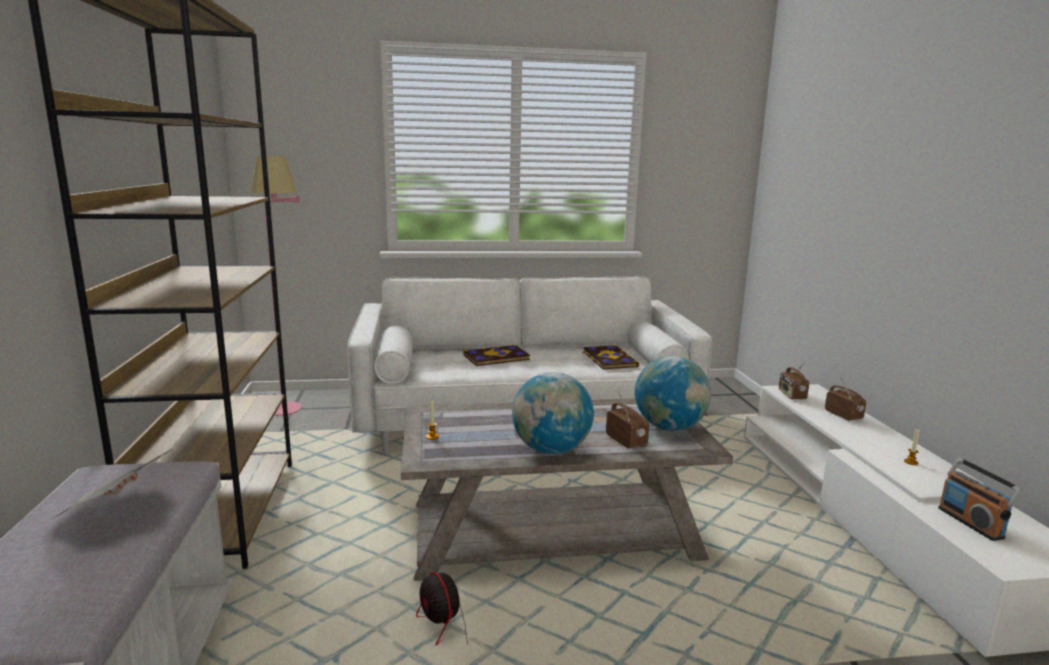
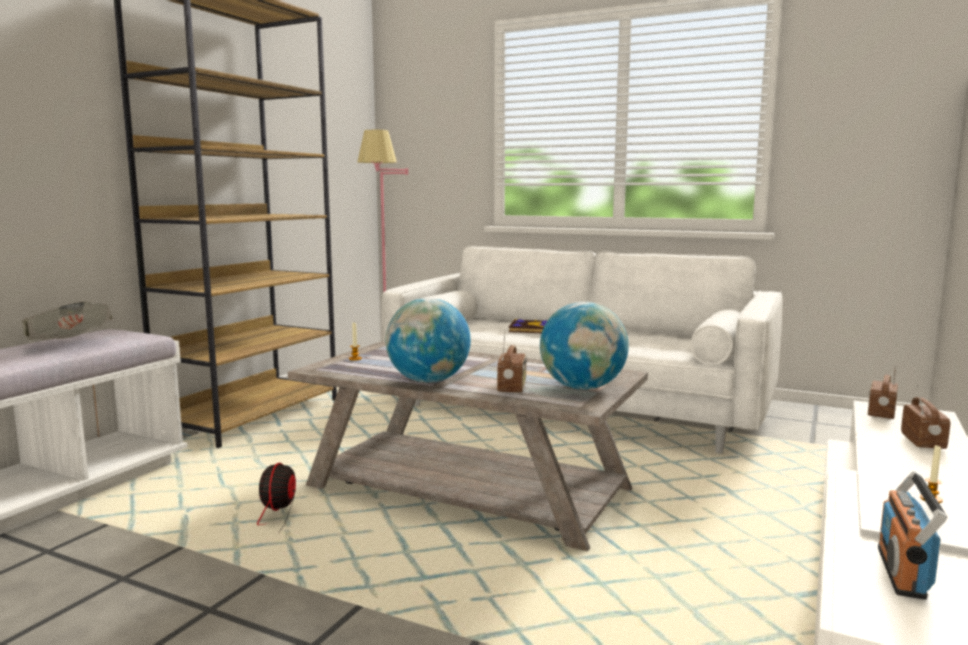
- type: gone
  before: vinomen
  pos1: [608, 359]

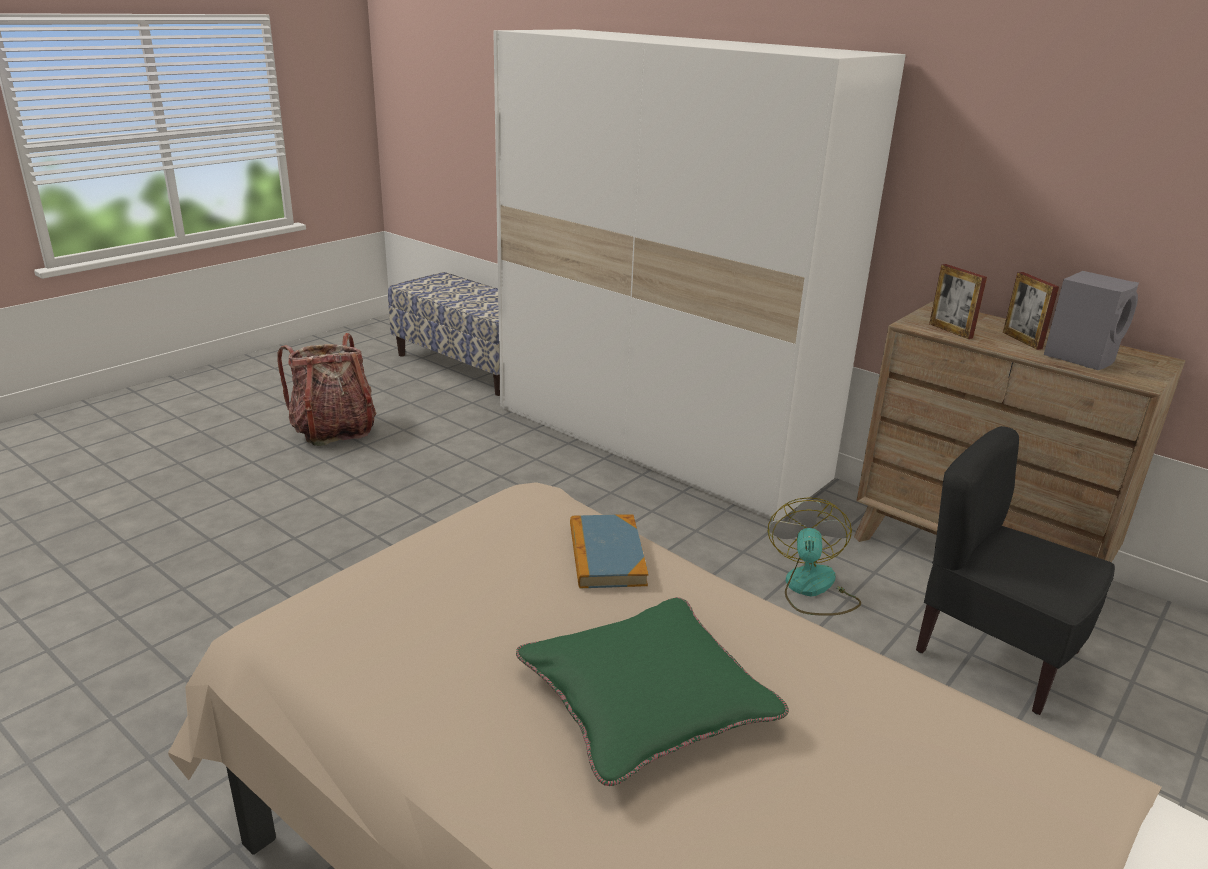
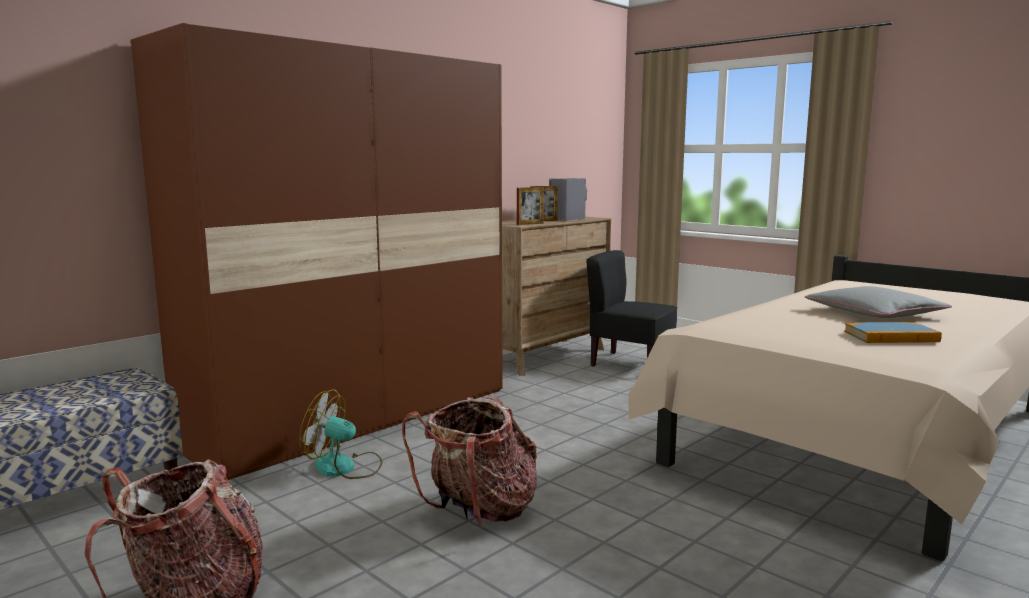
- type: repainted
  before: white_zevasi
  after: brown_zevasi
  pos1: [657, 442]
  pos2: [355, 417]
- type: shifted
  before: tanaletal
  pos1: [811, 589]
  pos2: [344, 467]
- type: new
  after: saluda
  pos2: [479, 511]
- type: rotated
  before: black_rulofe
  pos1: [995, 653]
  pos2: [631, 364]
  turn: 75
- type: repainted
  before: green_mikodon
  after: grey_mikodon
  pos1: [646, 699]
  pos2: [874, 313]
- type: shifted
  before: vinomen
  pos1: [606, 555]
  pos2: [891, 337]

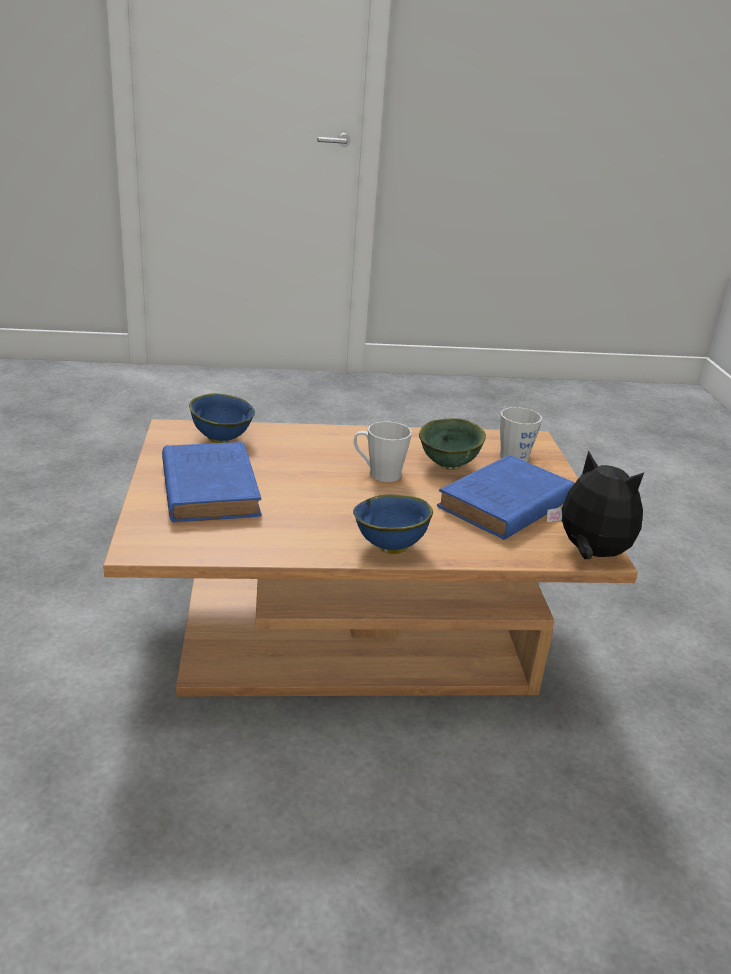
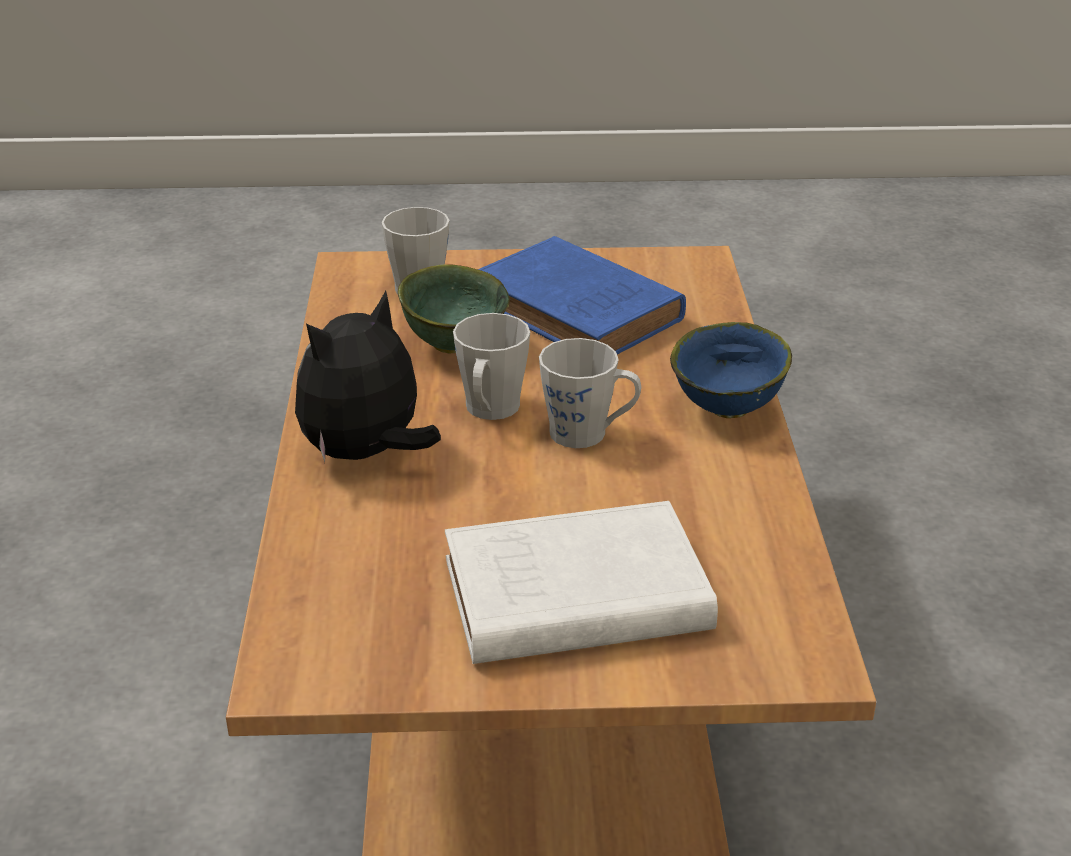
- type: shifted
  before: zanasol
  pos1: [590, 553]
  pos2: [366, 454]
- type: repainted
  before: blue_vinomen
  after: white_vinomen
  pos1: [209, 487]
  pos2: [568, 596]
- type: new
  after: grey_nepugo
  pos2: [589, 434]
- type: gone
  before: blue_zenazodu
  pos1: [222, 439]

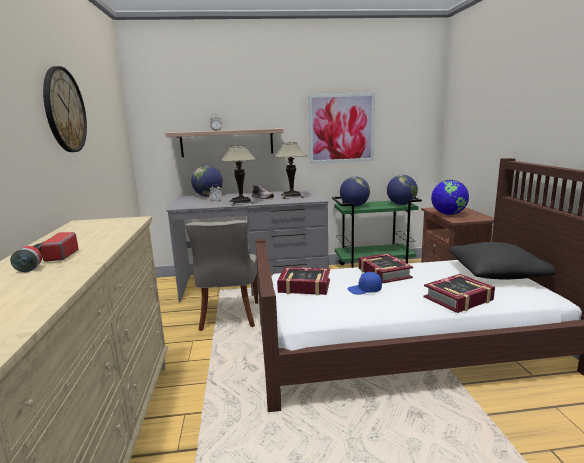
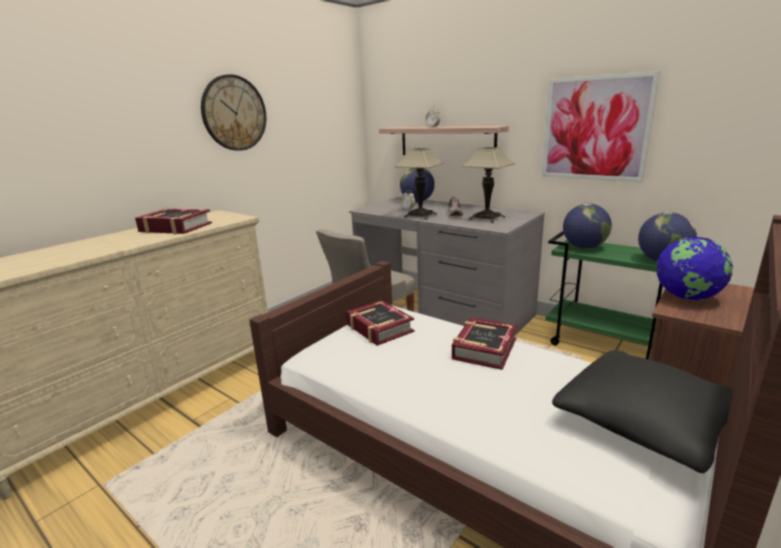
- type: shifted
  before: vinomen
  pos1: [458, 299]
  pos2: [175, 228]
- type: gone
  before: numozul
  pos1: [48, 261]
- type: gone
  before: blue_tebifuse
  pos1: [364, 290]

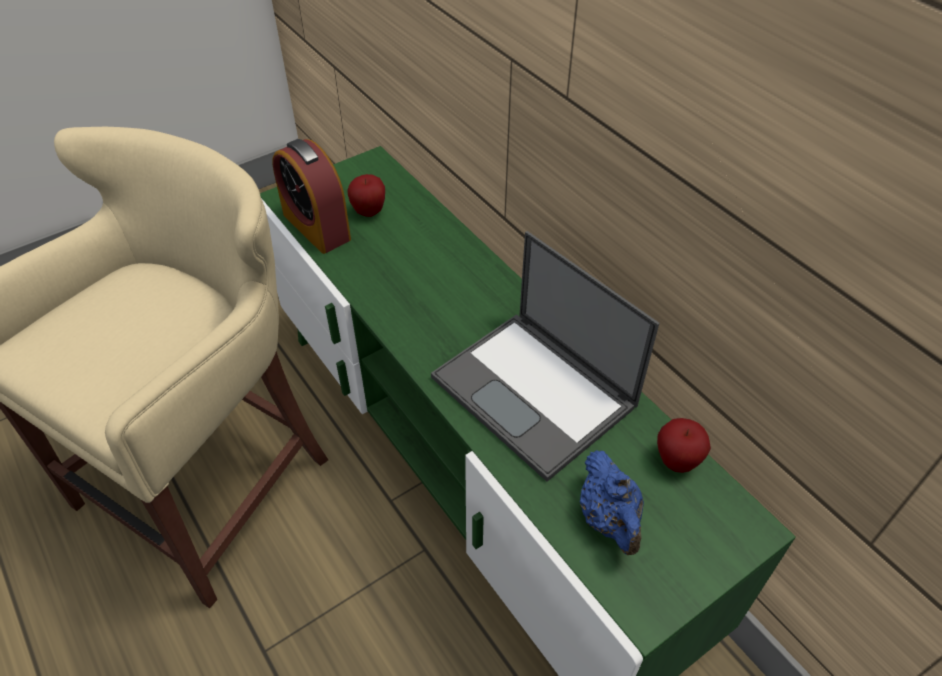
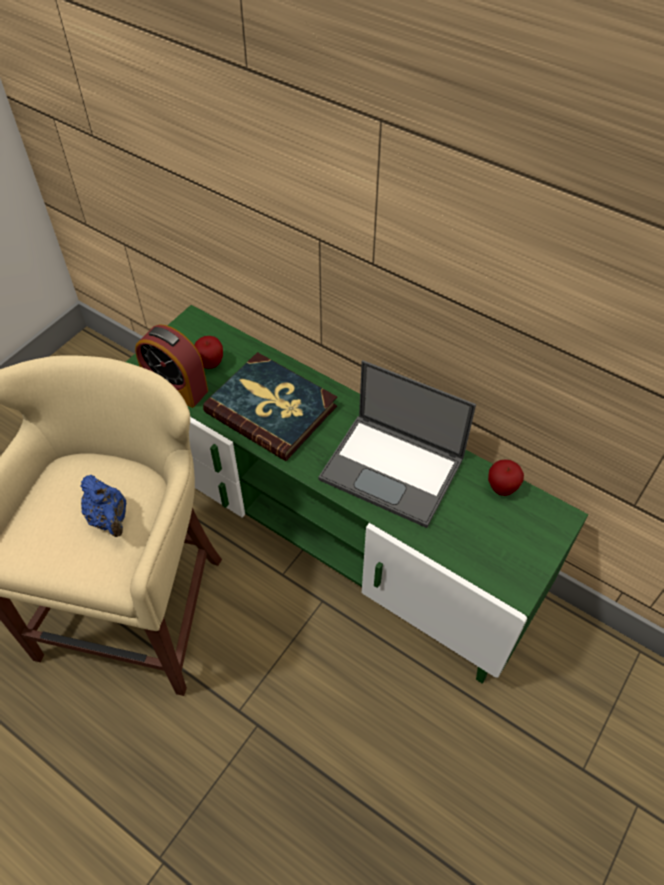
- type: shifted
  before: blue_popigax
  pos1: [609, 520]
  pos2: [109, 518]
- type: new
  after: vinomen
  pos2: [271, 409]

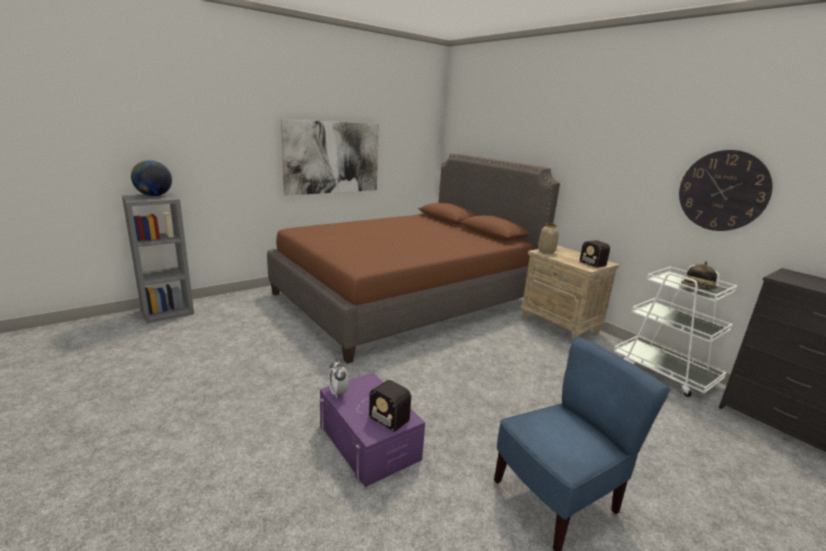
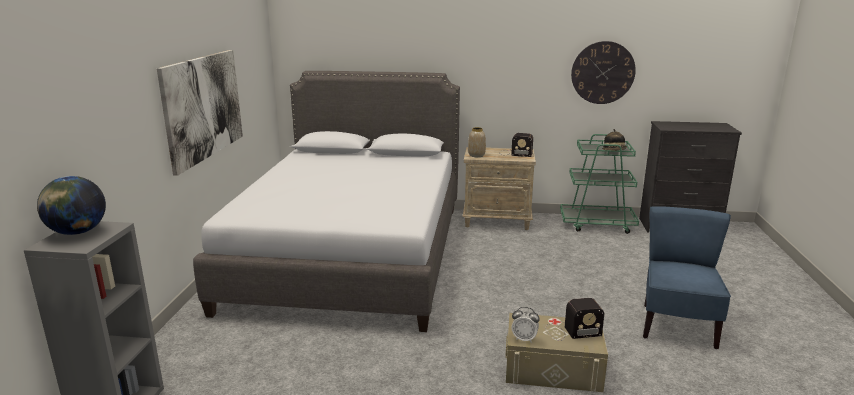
- type: repainted
  before: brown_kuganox
  after: grey_kuganox
  pos1: [405, 299]
  pos2: [352, 254]
- type: repainted
  before: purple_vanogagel
  after: beige_vanogagel
  pos1: [369, 441]
  pos2: [552, 368]
- type: repainted
  before: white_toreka
  after: green_toreka
  pos1: [664, 372]
  pos2: [597, 224]

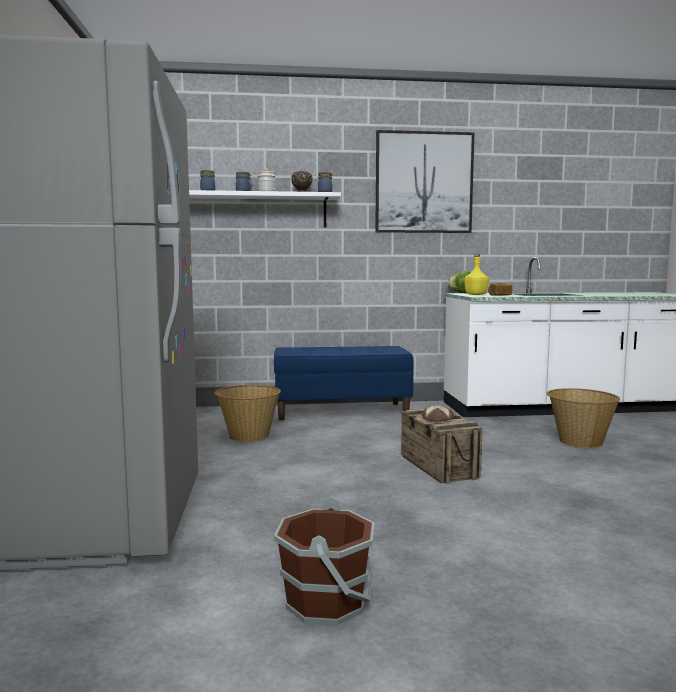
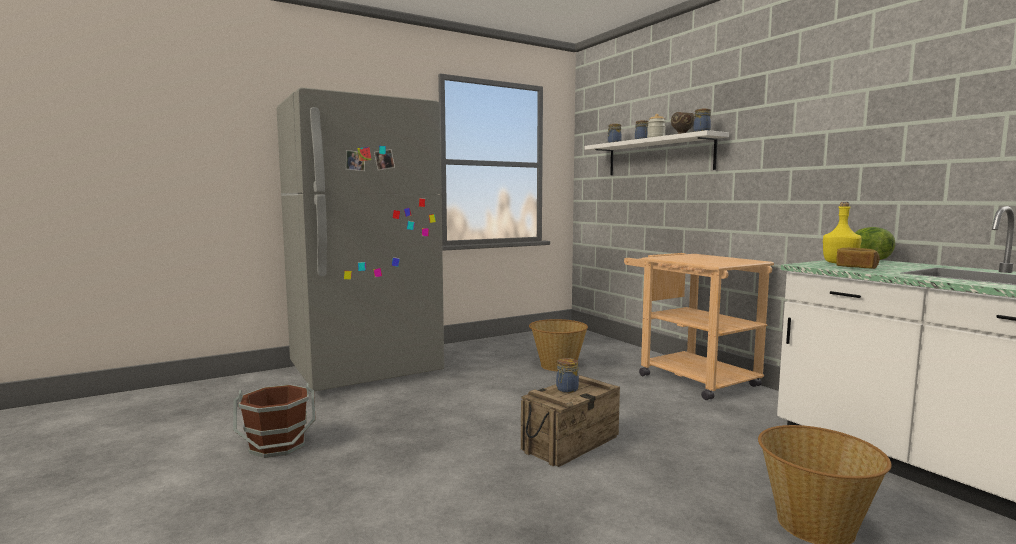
- type: swapped
  before: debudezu
  after: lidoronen
  pos1: [438, 419]
  pos2: [566, 389]
- type: swapped
  before: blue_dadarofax
  after: beige_toreka
  pos1: [342, 411]
  pos2: [689, 378]
- type: gone
  before: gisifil
  pos1: [424, 183]

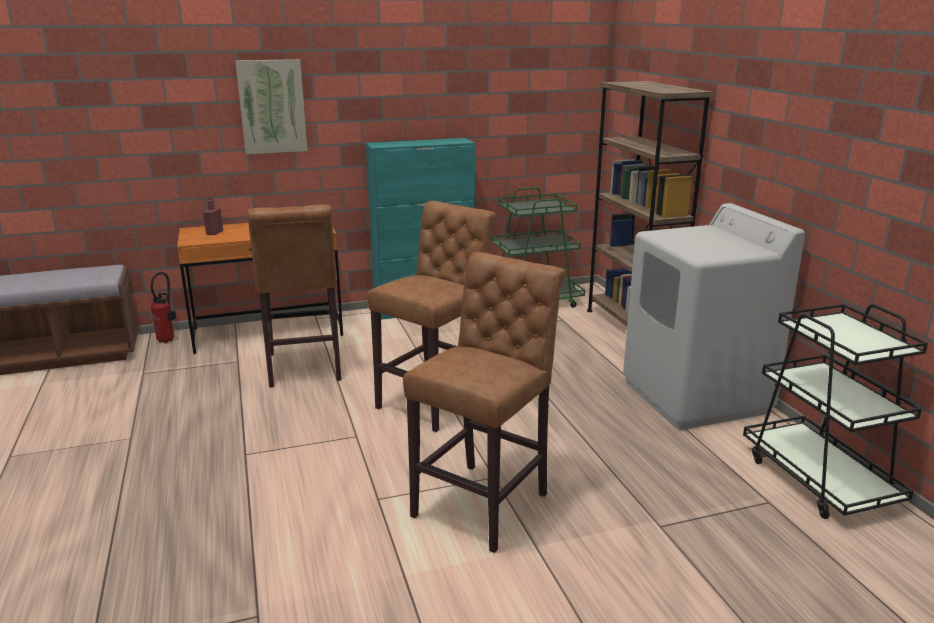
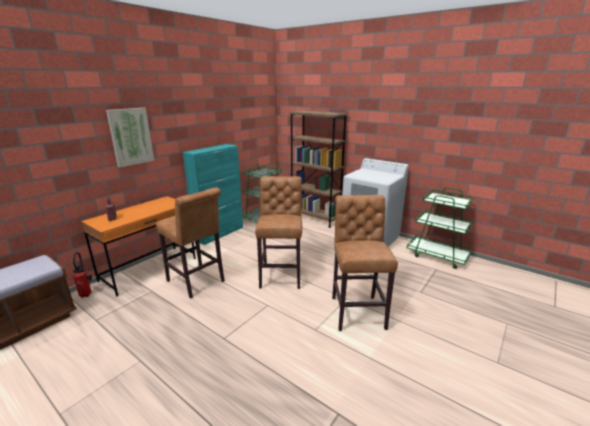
- type: repainted
  before: black_toreka
  after: green_toreka
  pos1: [818, 479]
  pos2: [437, 255]

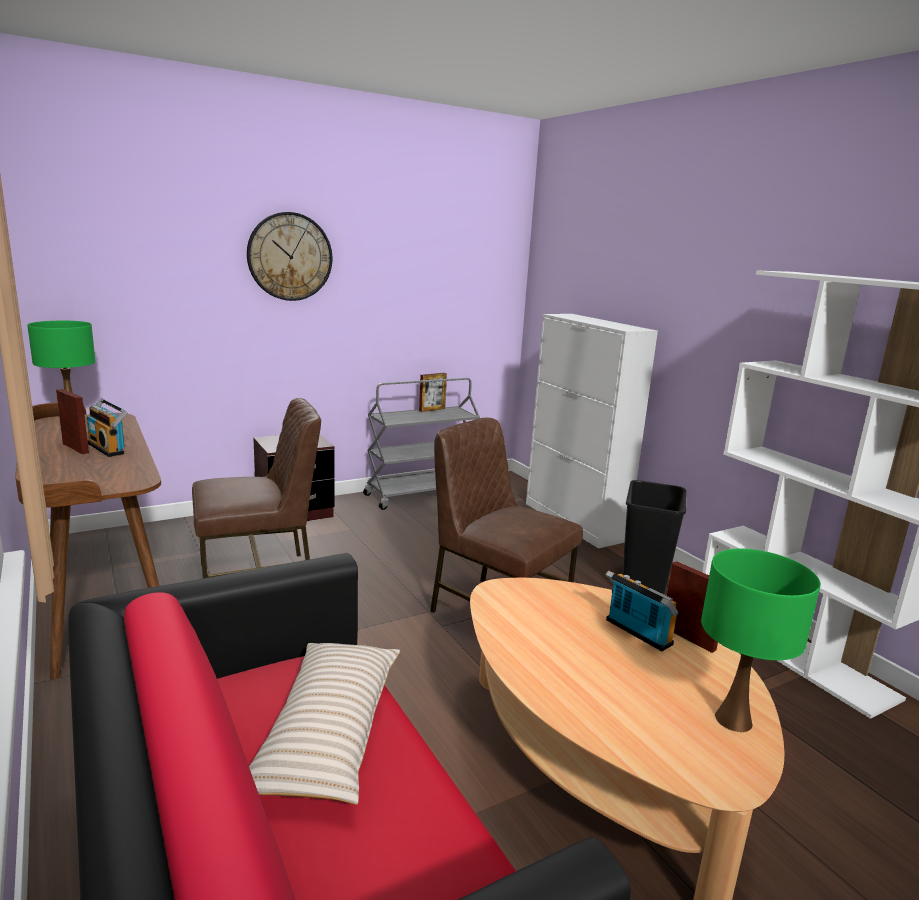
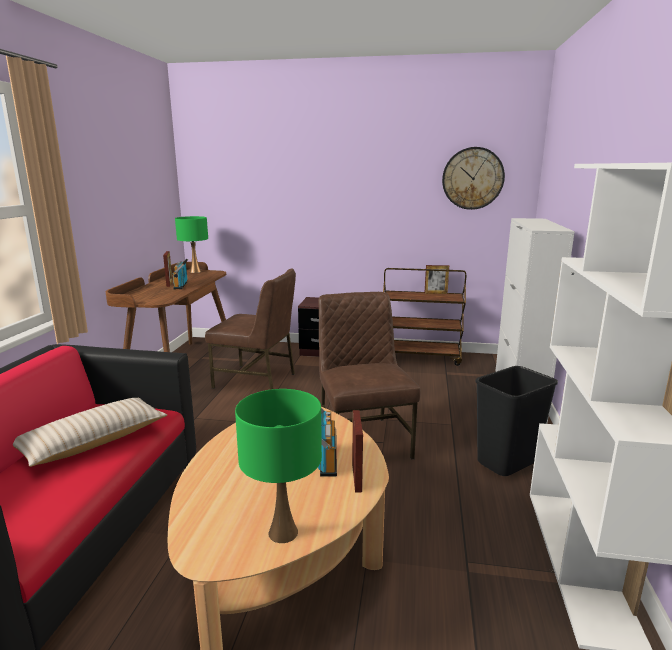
- type: repainted
  before: grey_toreka
  after: brown_toreka
  pos1: [420, 494]
  pos2: [420, 357]
- type: shifted
  before: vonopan
  pos1: [290, 257]
  pos2: [472, 178]

